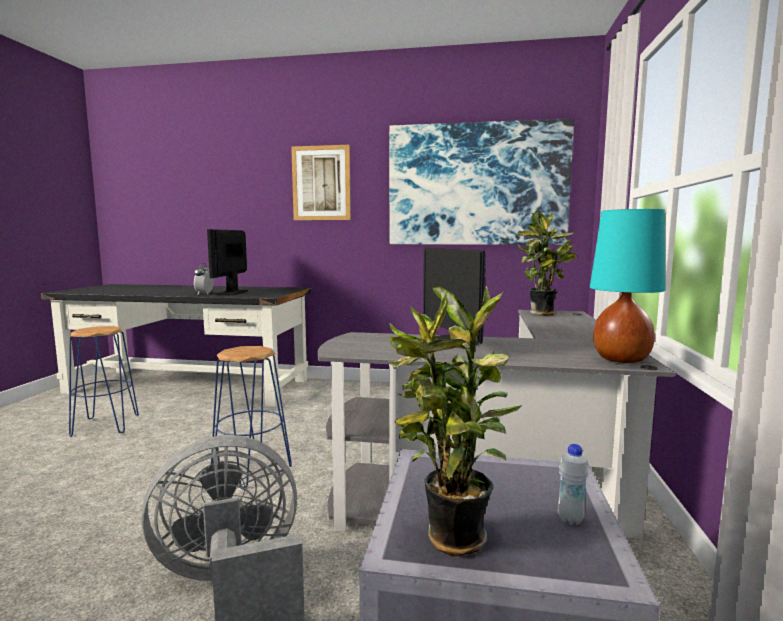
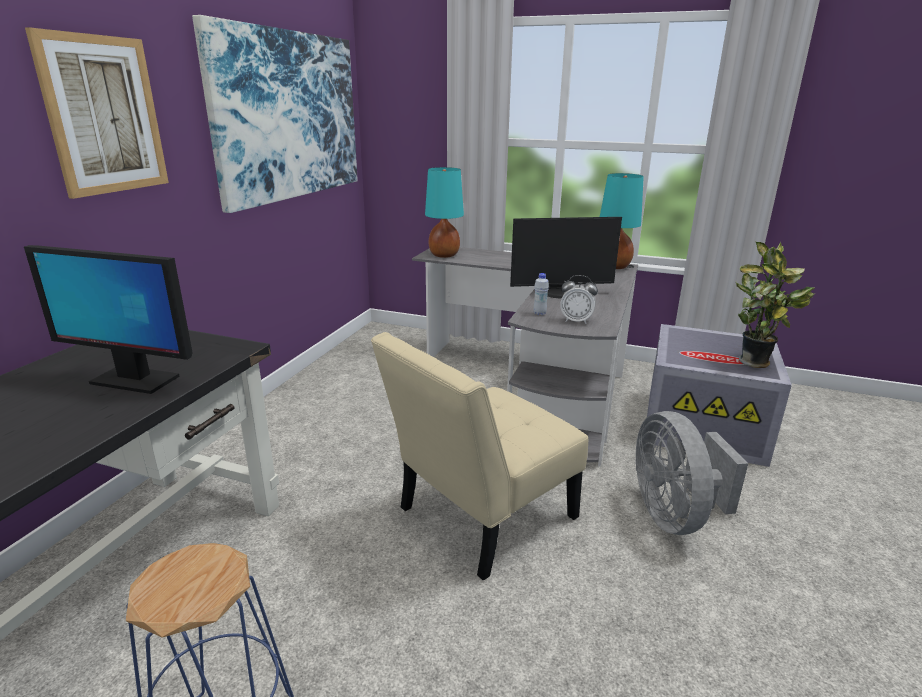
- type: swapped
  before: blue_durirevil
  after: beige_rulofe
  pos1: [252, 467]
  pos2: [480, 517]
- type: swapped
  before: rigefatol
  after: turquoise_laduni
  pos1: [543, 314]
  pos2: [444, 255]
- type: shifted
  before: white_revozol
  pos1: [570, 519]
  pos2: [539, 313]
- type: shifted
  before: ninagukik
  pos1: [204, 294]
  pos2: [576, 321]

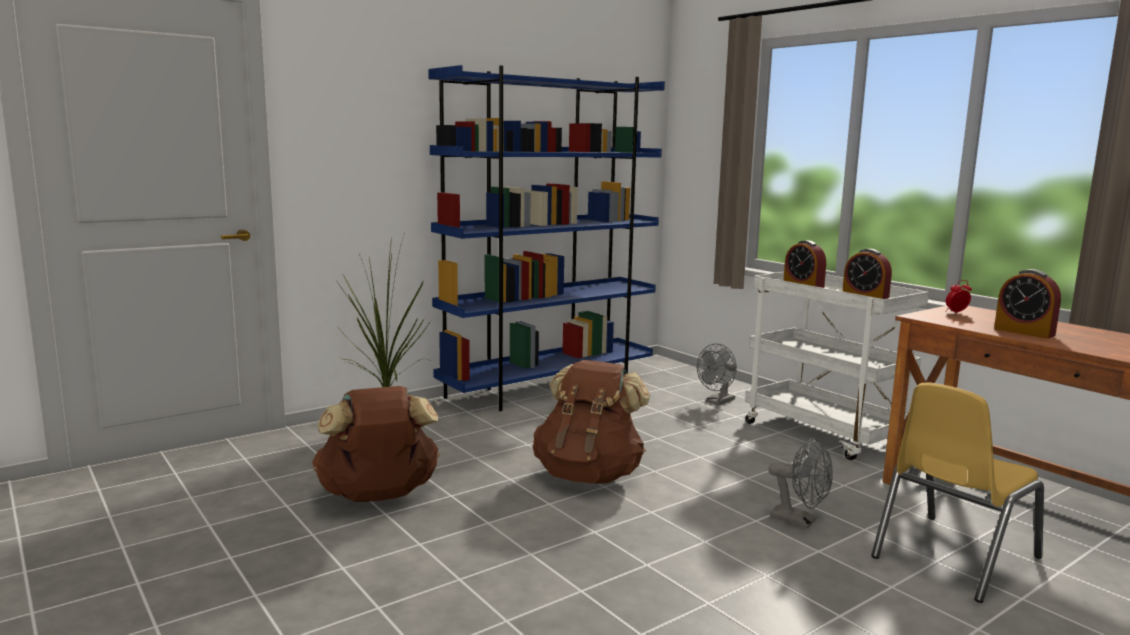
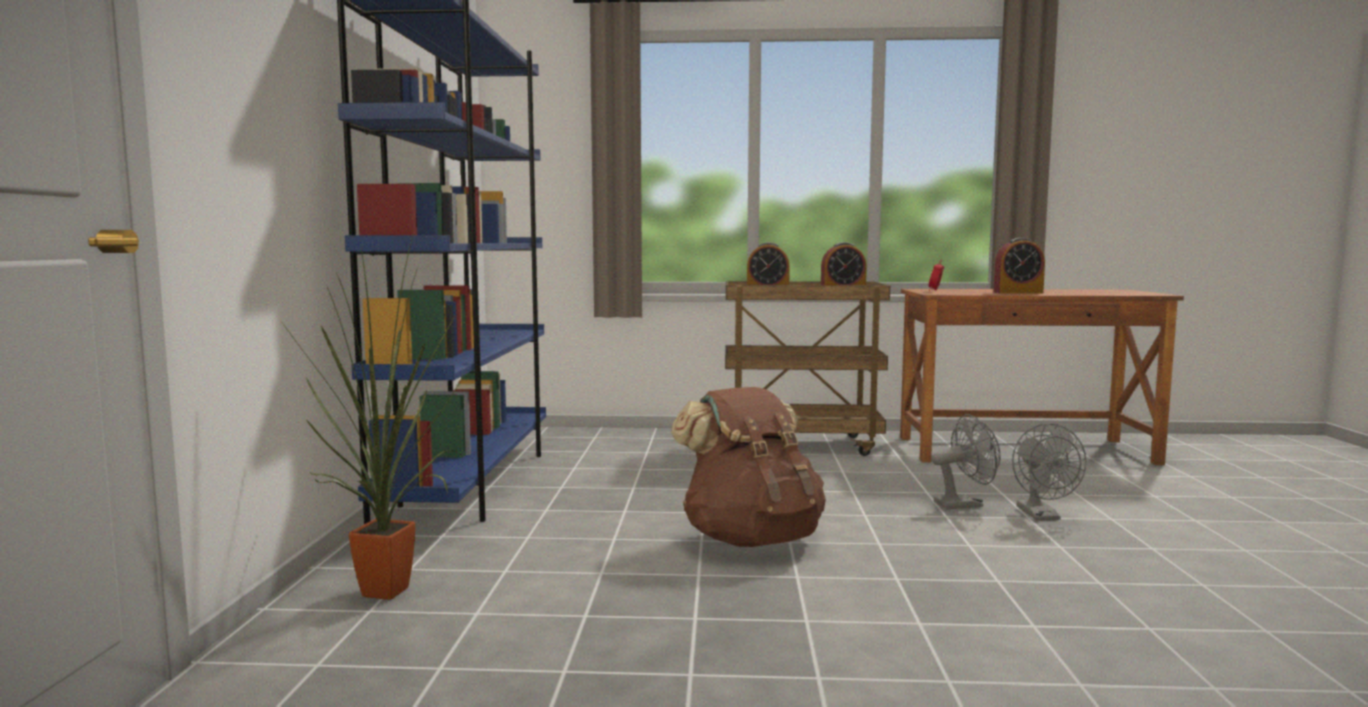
- type: repainted
  before: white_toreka
  after: brown_toreka
  pos1: [825, 434]
  pos2: [801, 445]
- type: shifted
  before: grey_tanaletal
  pos1: [717, 402]
  pos2: [1042, 516]
- type: gone
  before: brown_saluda
  pos1: [378, 497]
- type: gone
  before: yellow_rulofe
  pos1: [953, 557]

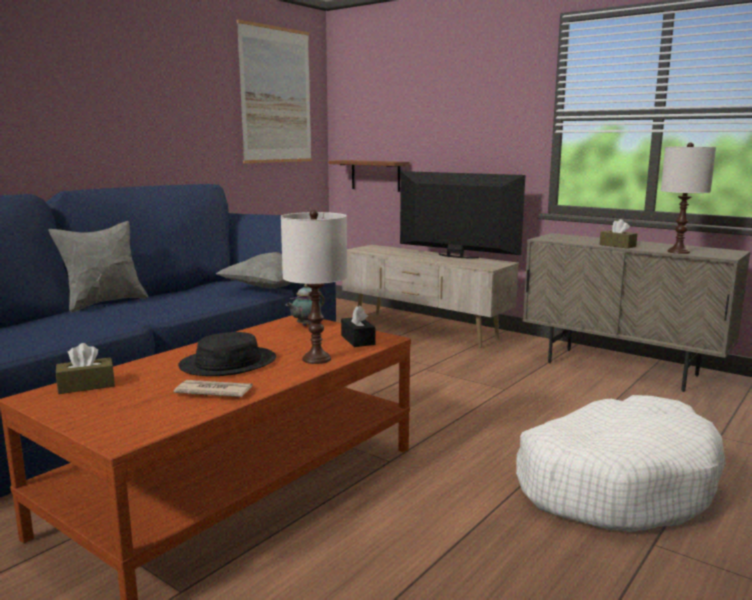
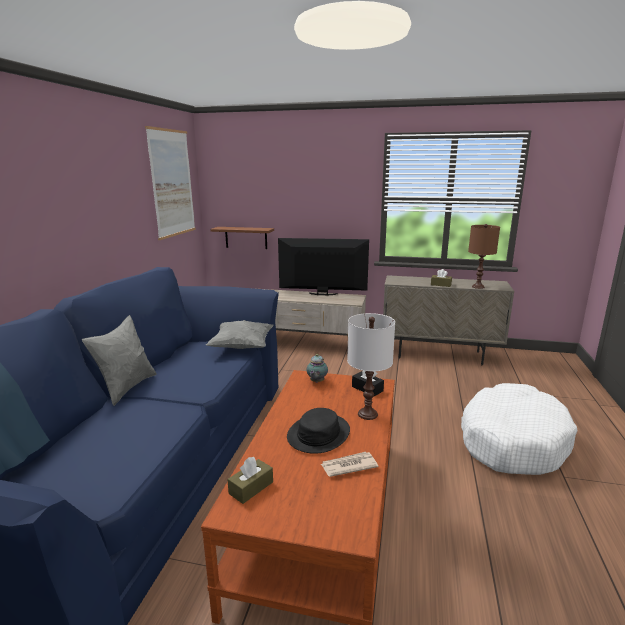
- type: repainted
  before: white_laduni
  after: brown_laduni
  pos1: [678, 252]
  pos2: [478, 287]

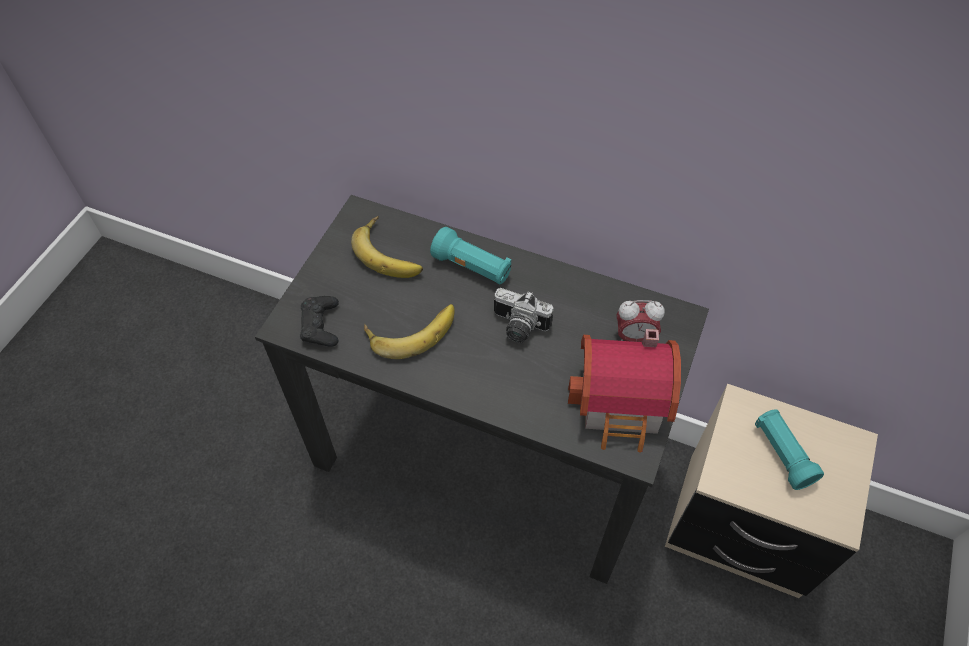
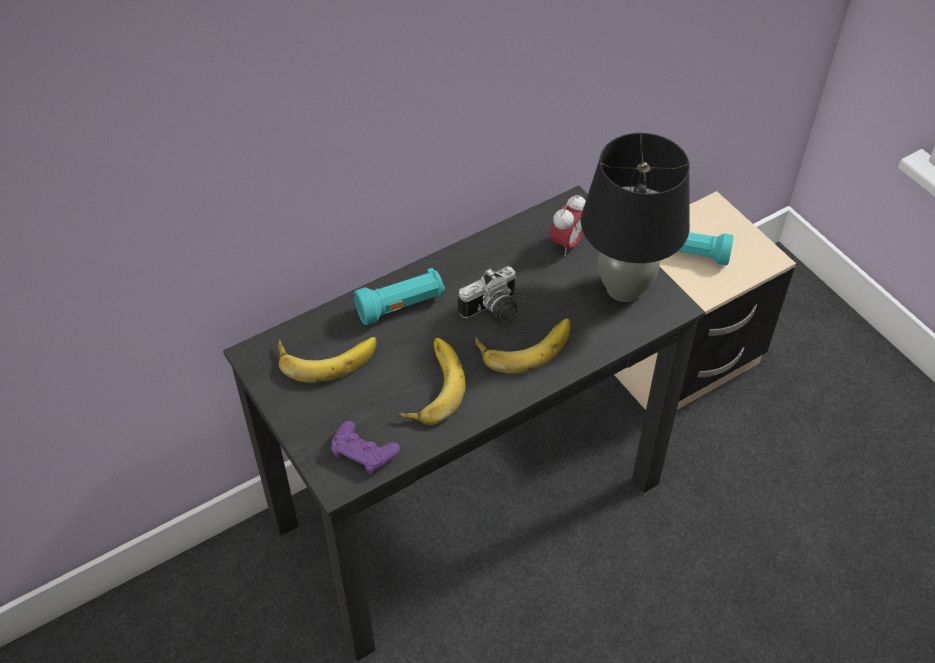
- type: repainted
  before: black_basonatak
  after: purple_basonatak
  pos1: [320, 325]
  pos2: [363, 452]
- type: new
  after: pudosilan
  pos2: [524, 344]
- type: swapped
  before: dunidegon
  after: black_laduni
  pos1: [623, 405]
  pos2: [624, 288]

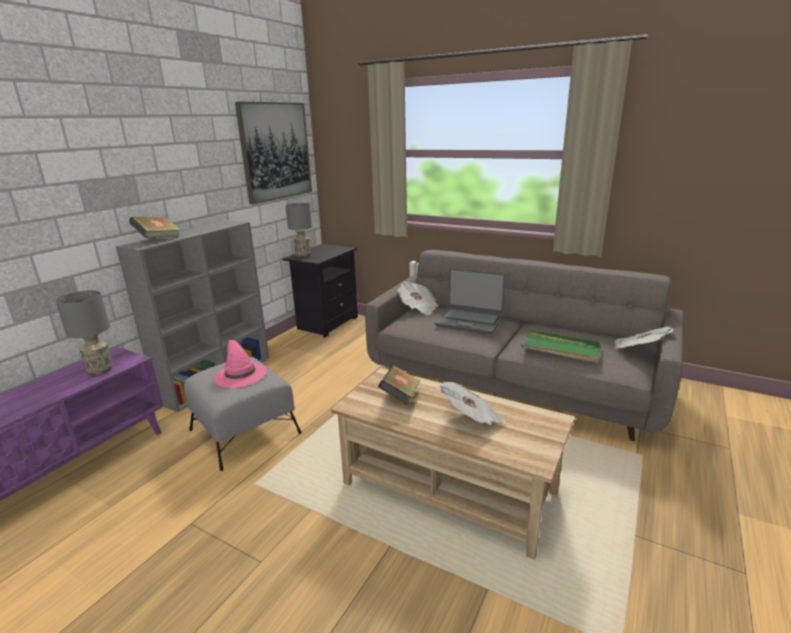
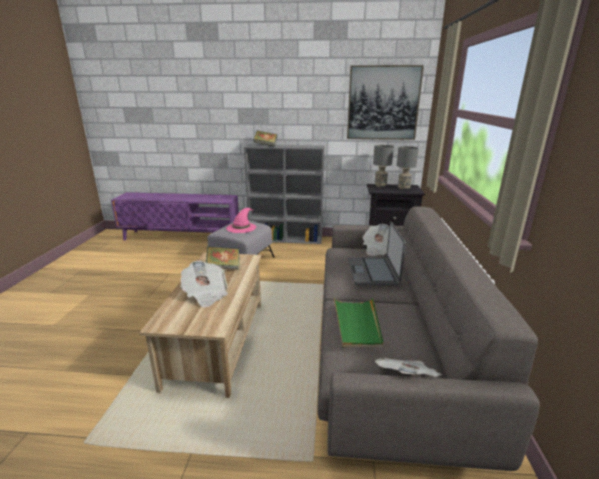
- type: shifted
  before: grey_laduni
  pos1: [100, 370]
  pos2: [403, 188]

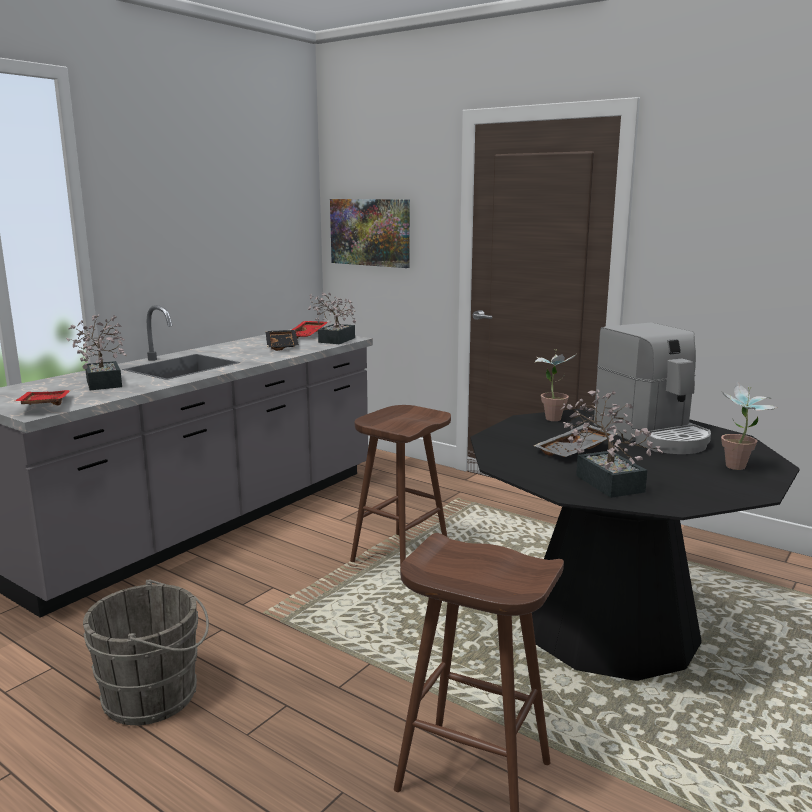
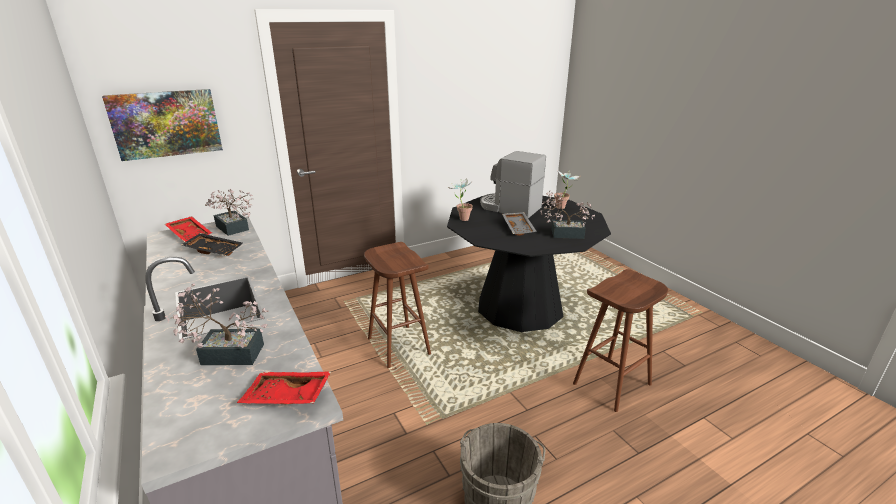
- type: rotated
  before: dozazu
  pos1: [653, 435]
  pos2: [509, 208]
  turn: -150

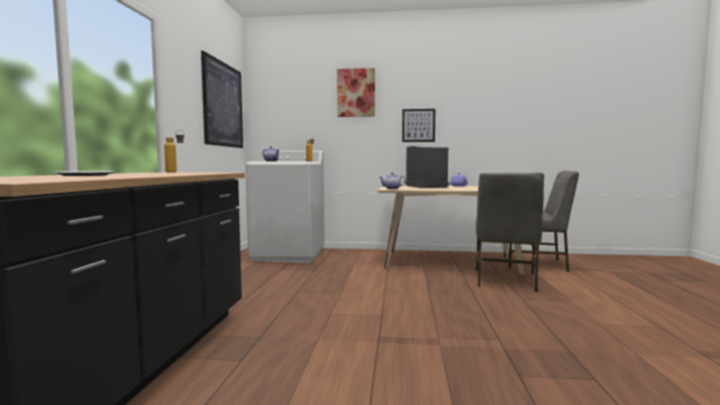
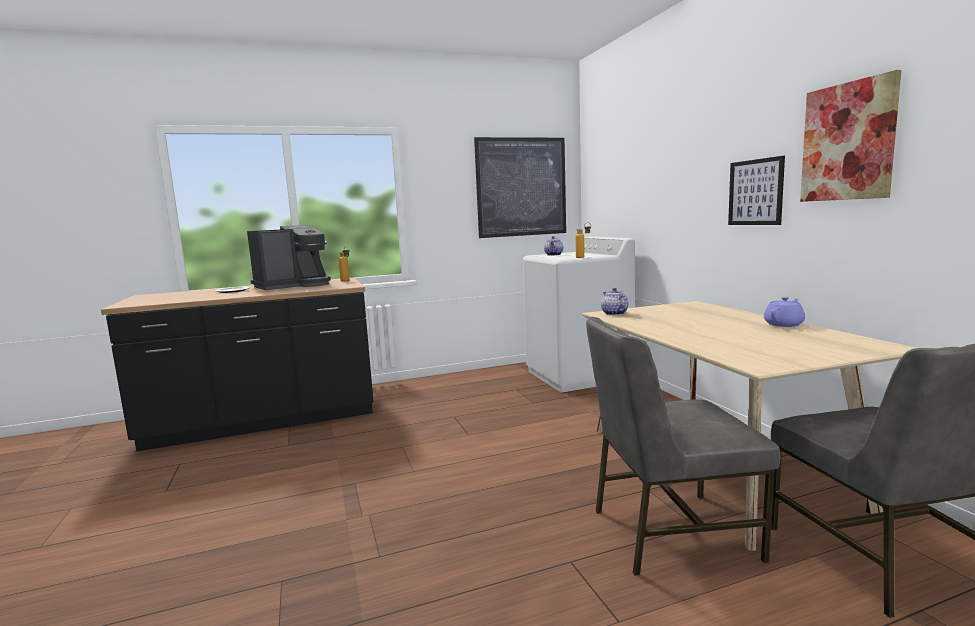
- type: shifted
  before: dozazu
  pos1: [427, 187]
  pos2: [294, 285]
- type: shifted
  before: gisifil
  pos1: [356, 93]
  pos2: [848, 142]

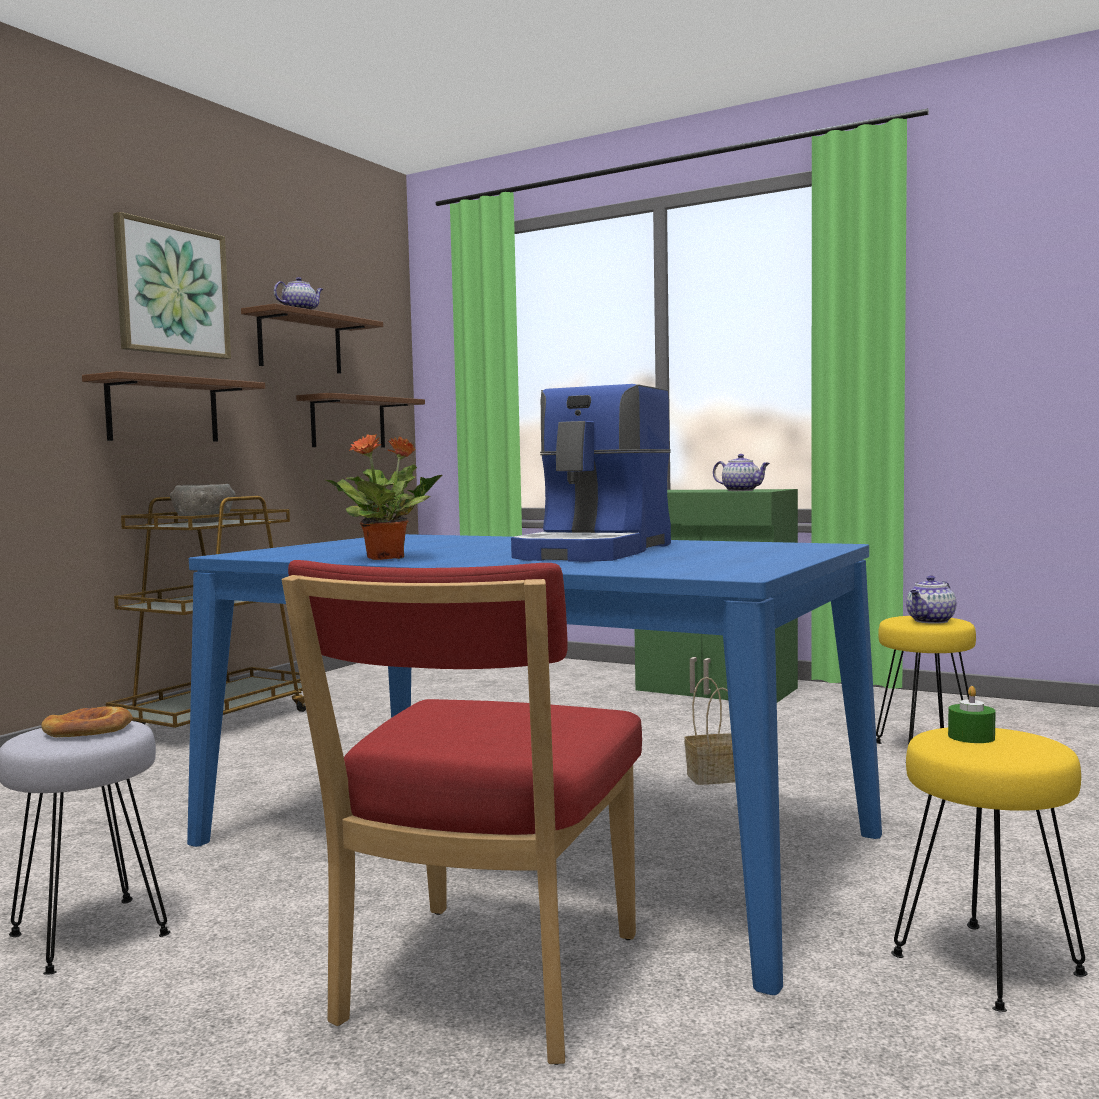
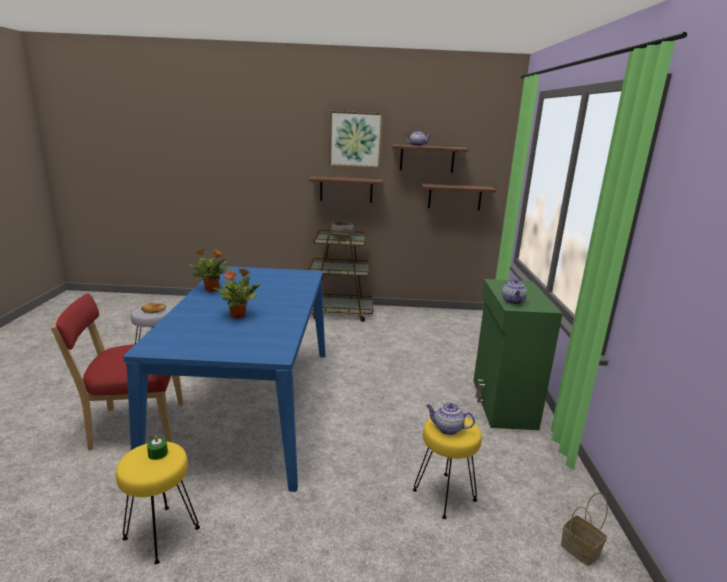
- type: swapped
  before: dozazu
  after: rigefatol
  pos1: [596, 552]
  pos2: [238, 315]
- type: shifted
  before: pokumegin
  pos1: [716, 776]
  pos2: [581, 550]

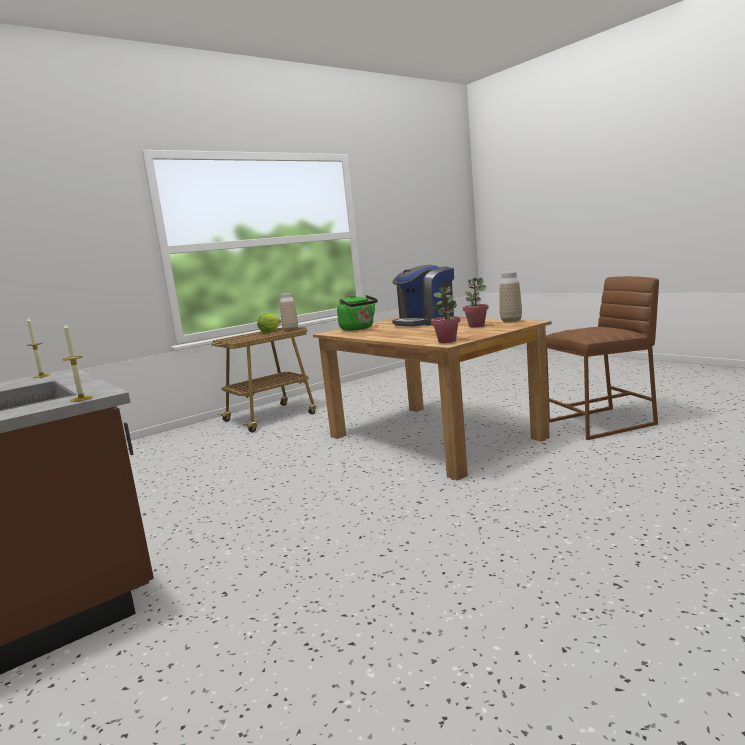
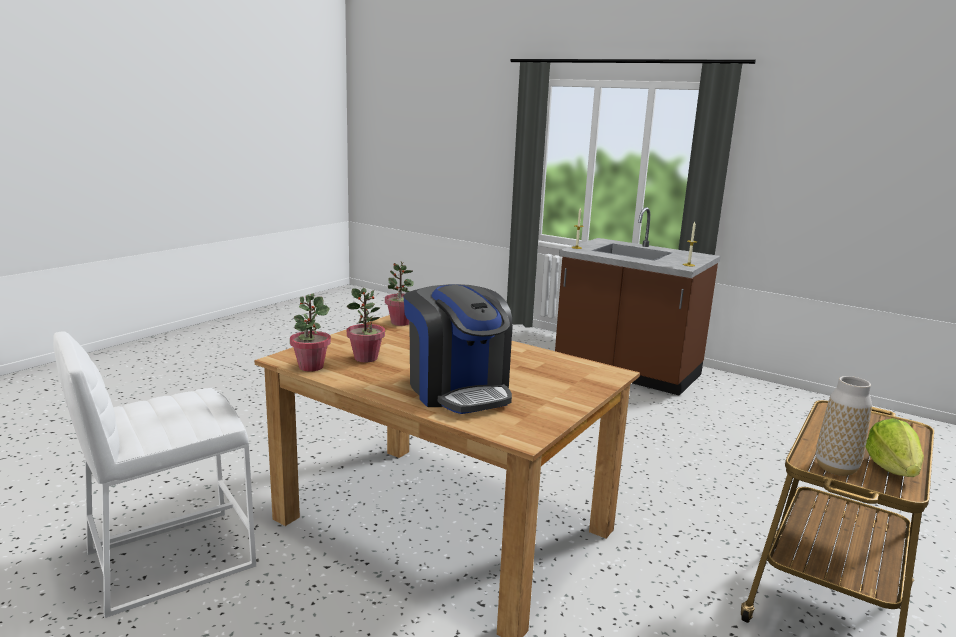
- type: repainted
  before: brown_durirevil
  after: white_durirevil
  pos1: [601, 423]
  pos2: [169, 559]
- type: swapped
  before: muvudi
  after: rigefatol
  pos1: [511, 321]
  pos2: [311, 367]
- type: rotated
  before: dozazu
  pos1: [425, 322]
  pos2: [458, 390]
  turn: 120
- type: gone
  before: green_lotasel
  pos1: [358, 329]

